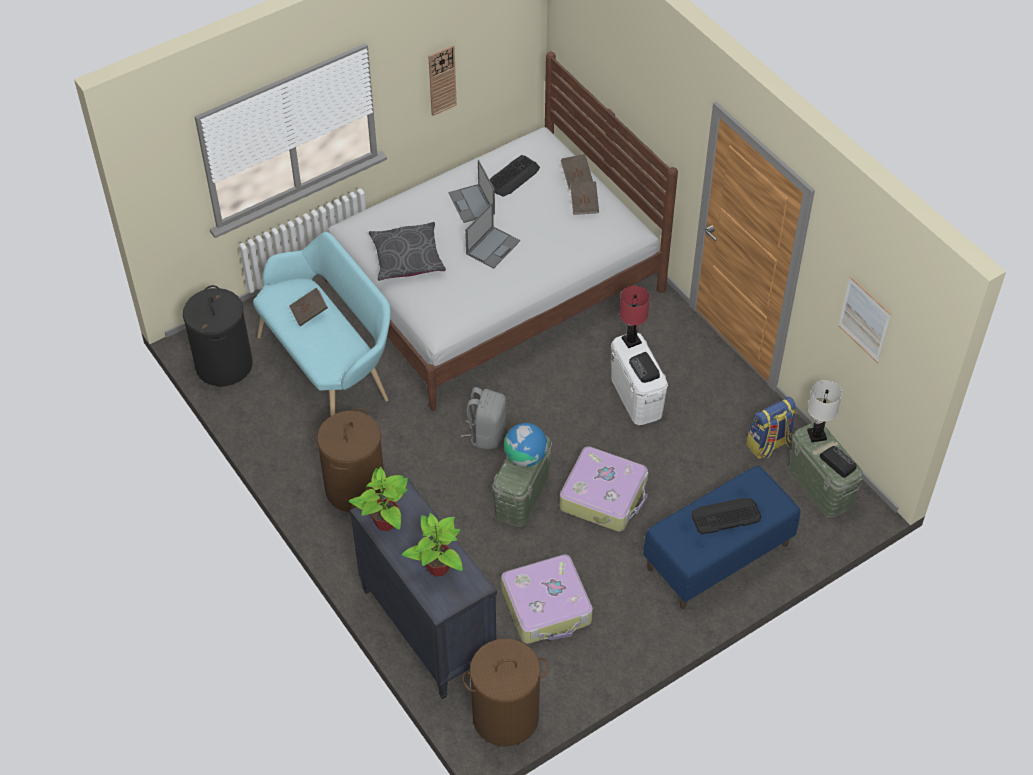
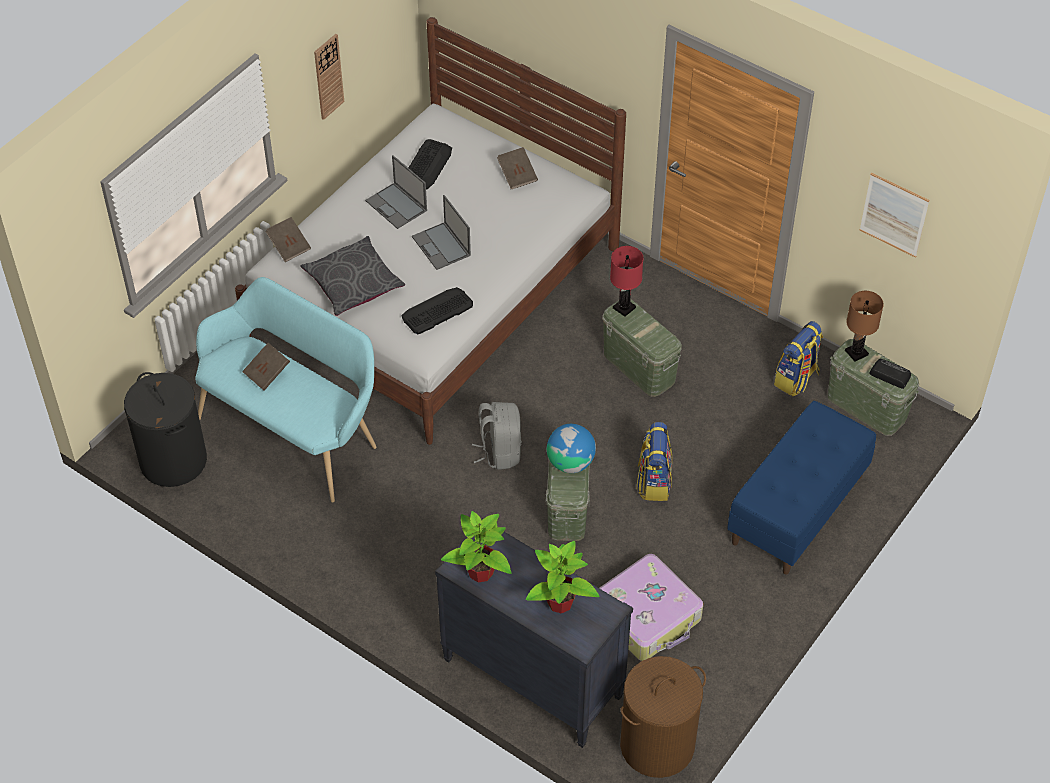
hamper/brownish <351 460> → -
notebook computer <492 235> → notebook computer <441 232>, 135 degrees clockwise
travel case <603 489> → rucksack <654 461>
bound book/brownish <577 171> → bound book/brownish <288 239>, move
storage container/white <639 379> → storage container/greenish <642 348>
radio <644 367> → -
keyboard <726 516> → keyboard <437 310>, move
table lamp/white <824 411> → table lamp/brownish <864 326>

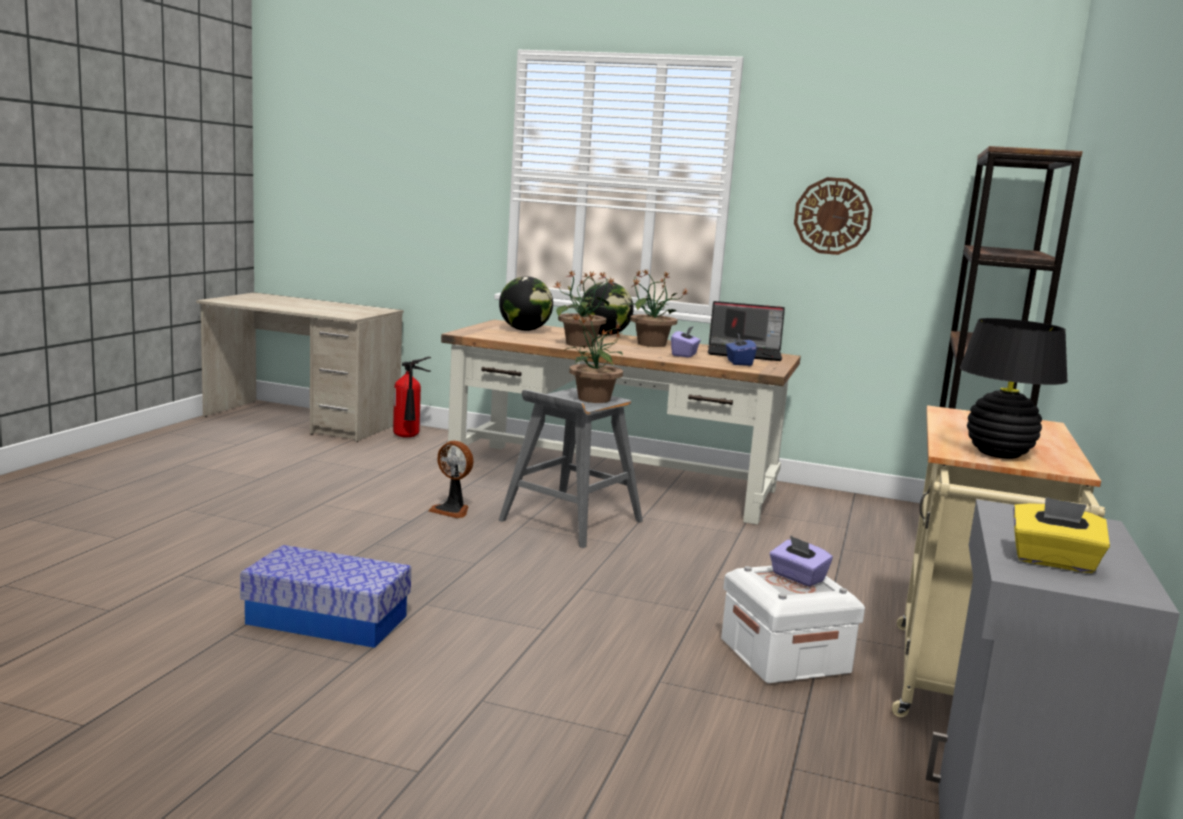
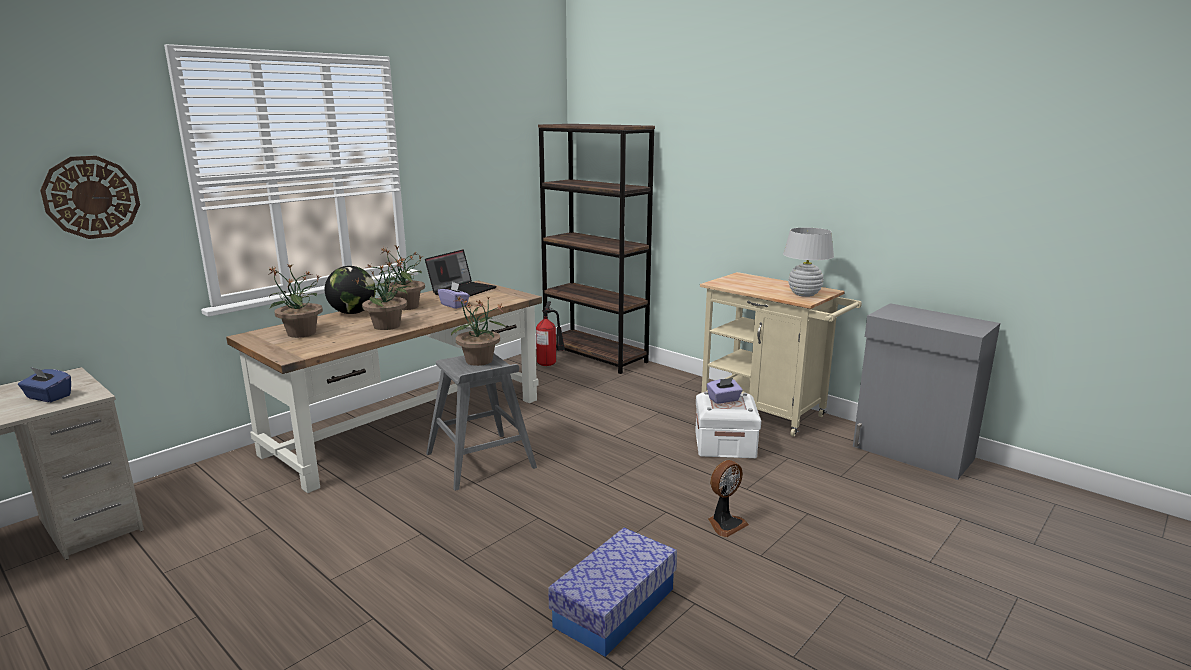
fire extinguisher <412 397> → fire extinguisher <550 333>, move
electric fan <451 479> → electric fan <728 498>, move
desk globe <526 303> → plant in a pot <296 301>
tissue holder/bluish <741 349> → tissue holder/bluish <44 384>, move
hanging clock <833 216> → hanging clock <90 197>, move
table lamp/black-coloured <1014 388> → table lamp/white <808 262>
tissue holder/yellowish <1061 535> → -

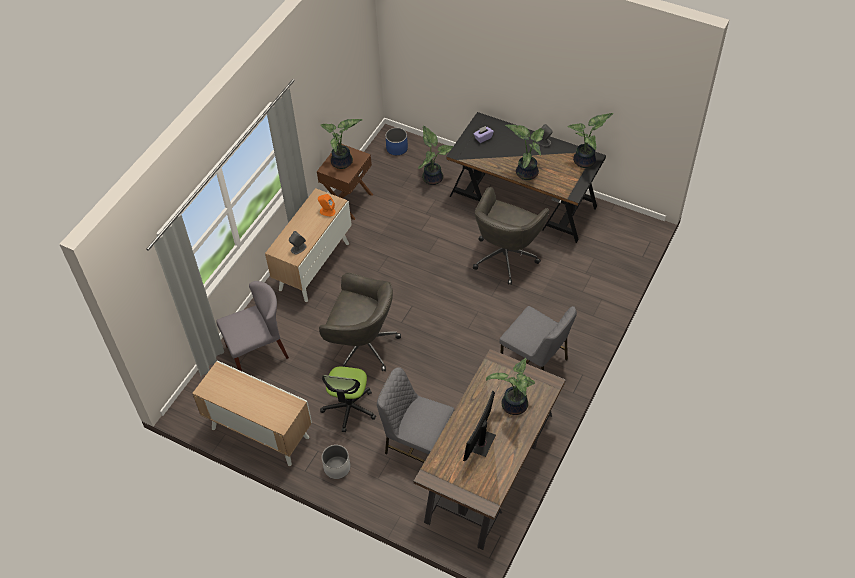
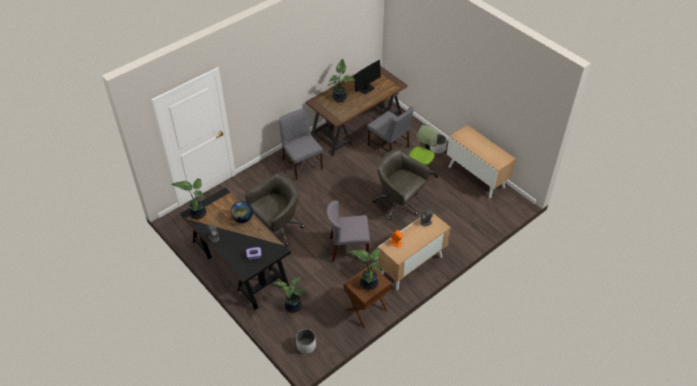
plain chair/greyish <252 326> → plain chair/greyish <348 230>, move
planter/bluish <397 142> → planter/white <306 341>
plant in a pot <524 152> → desk globe <242 212>

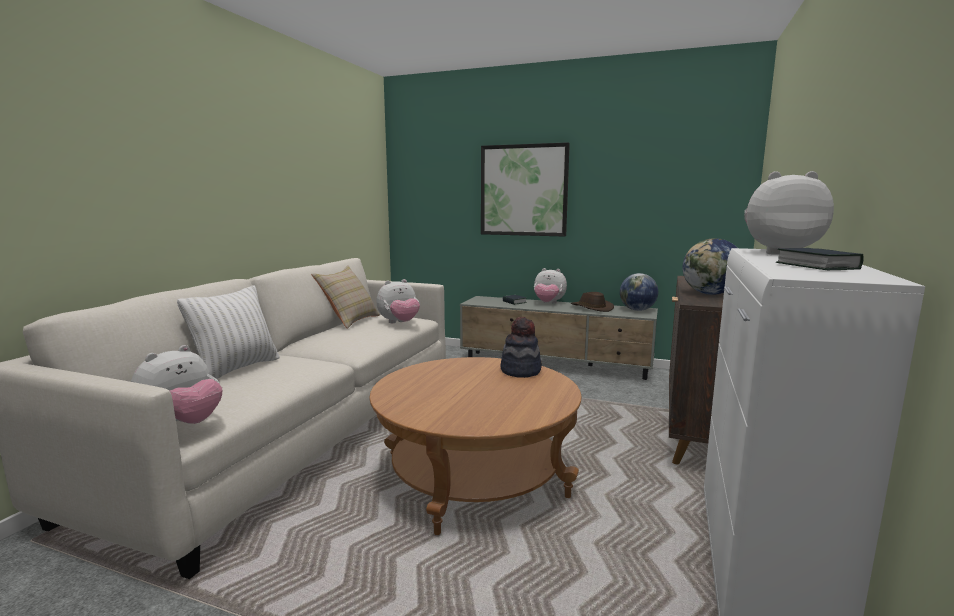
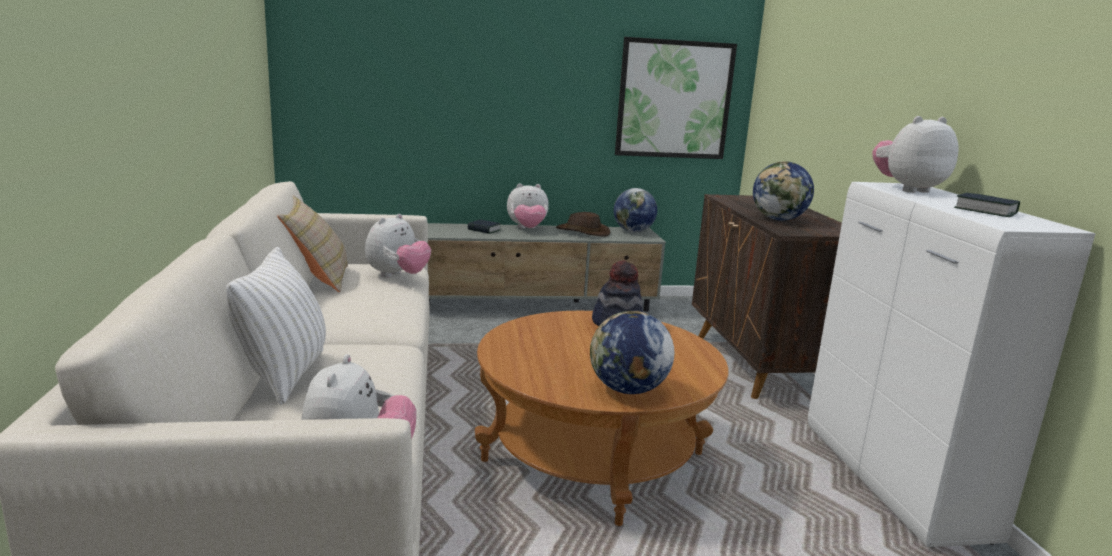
wall art <525 189> → wall art <676 98>, move
- → desk globe <632 352>

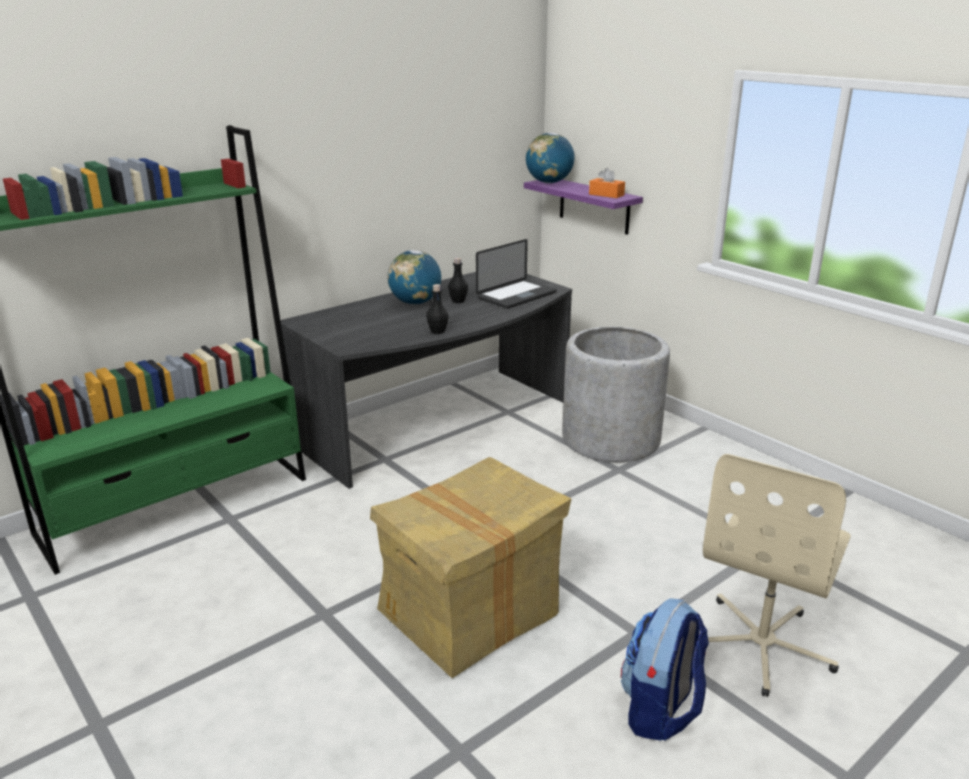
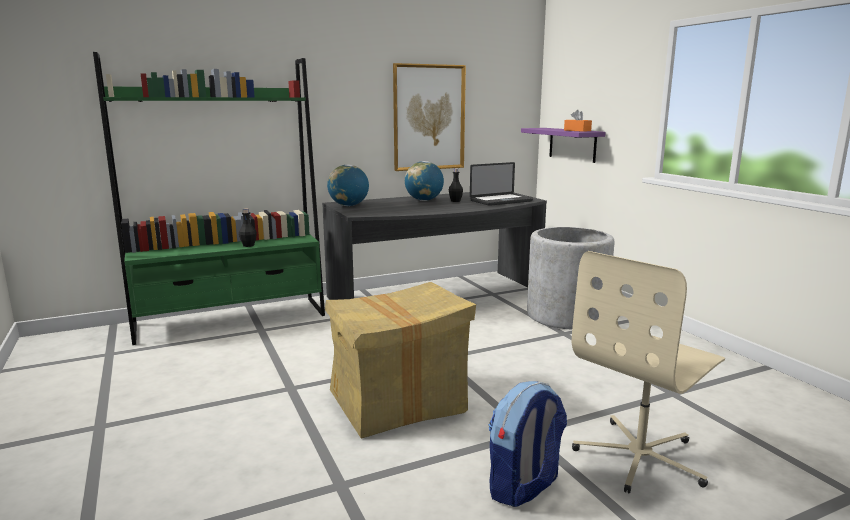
bottle/black-coloured <437 309> → bottle/black-coloured <248 227>, move
desk globe <550 158> → desk globe <348 185>, move
- → wall art <429 117>

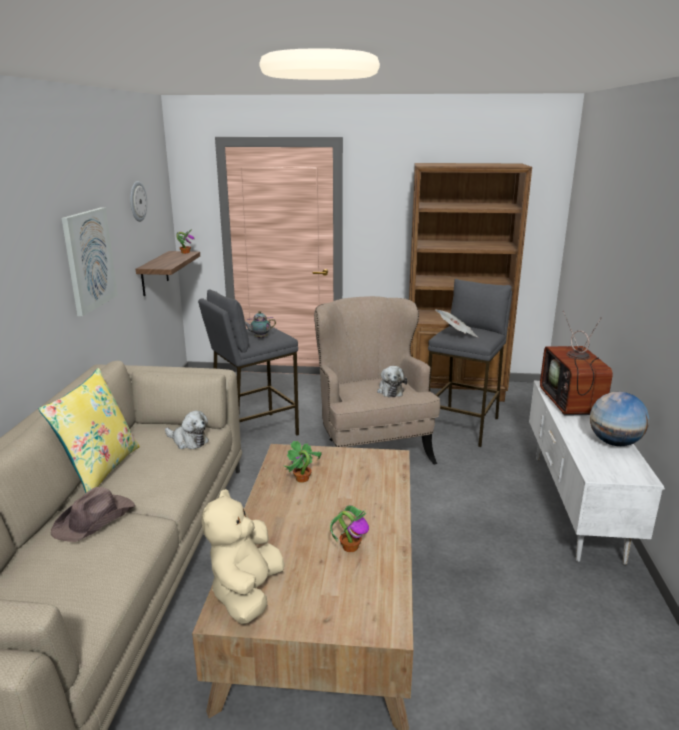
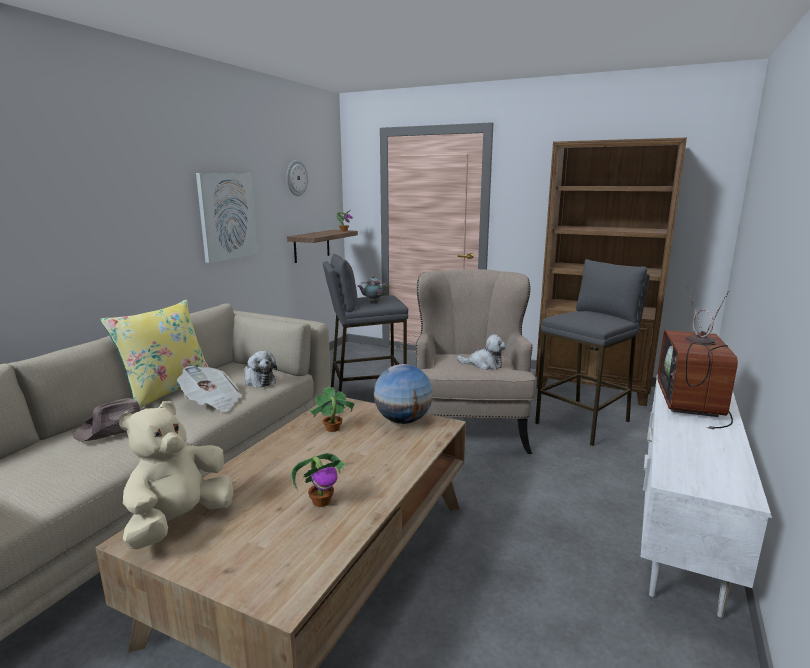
cuddly toy <392 381> → cuddly toy <481 352>, 90 degrees counterclockwise
daily paper <456 323> → daily paper <209 389>, move
desk globe <619 419> → desk globe <403 394>, move

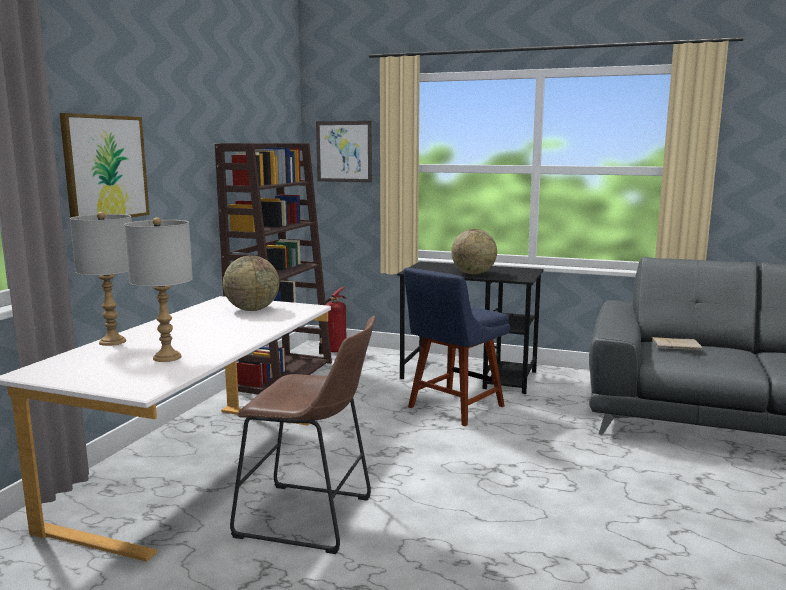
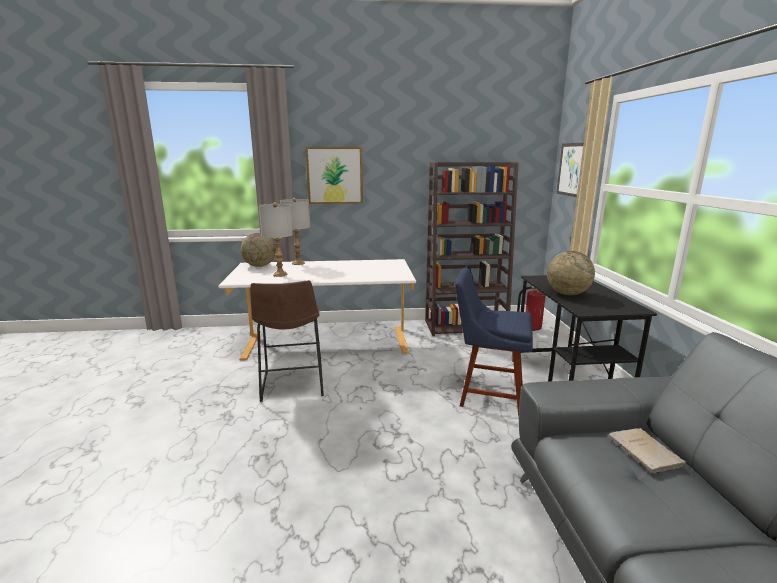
desk globe <251 283> → desk globe <258 250>, move

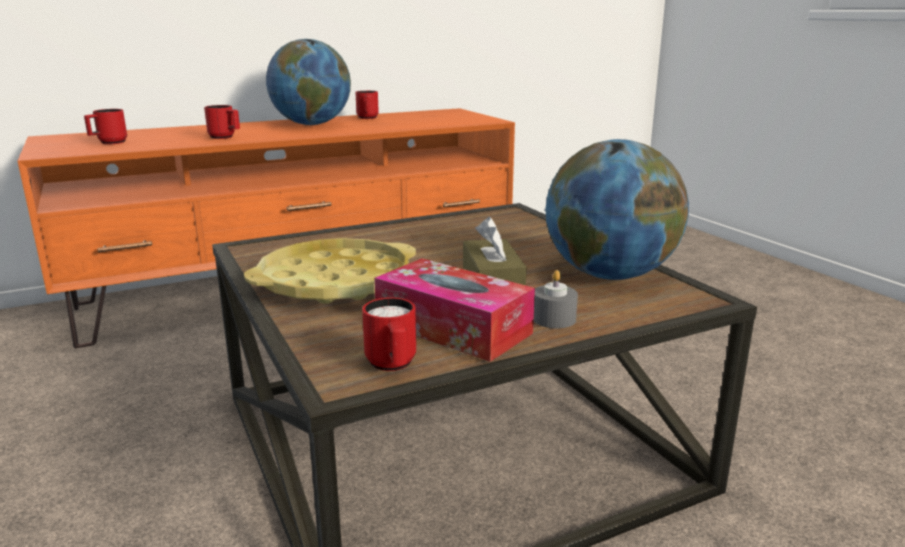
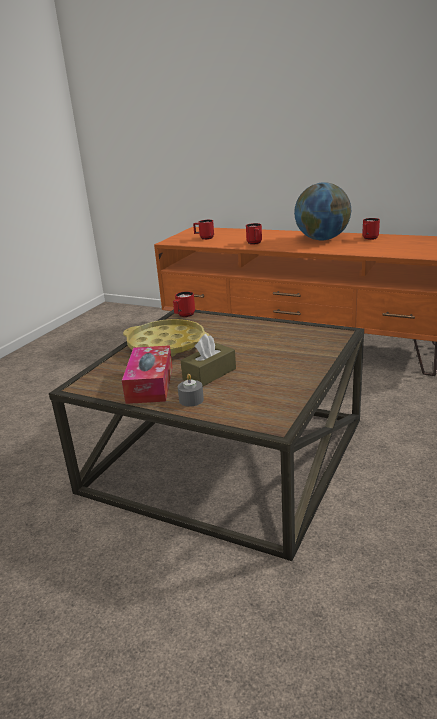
coffee mug/red <389 334> → coffee mug/red <184 304>, move
desk globe <617 209> → -

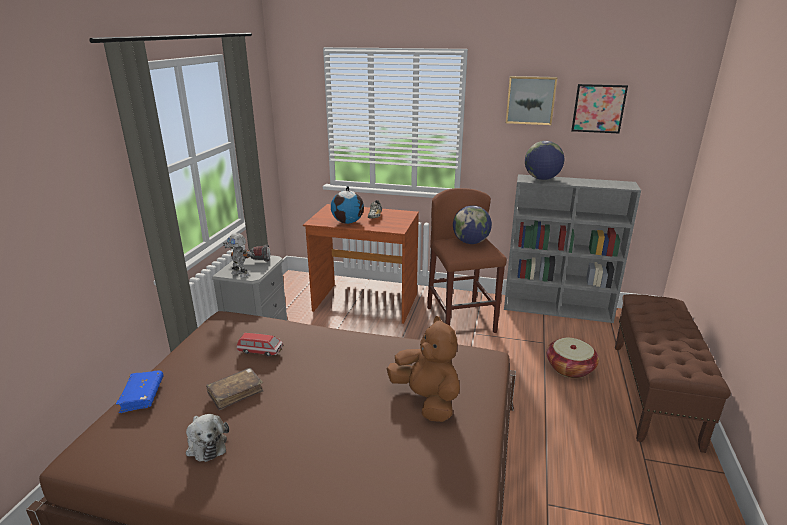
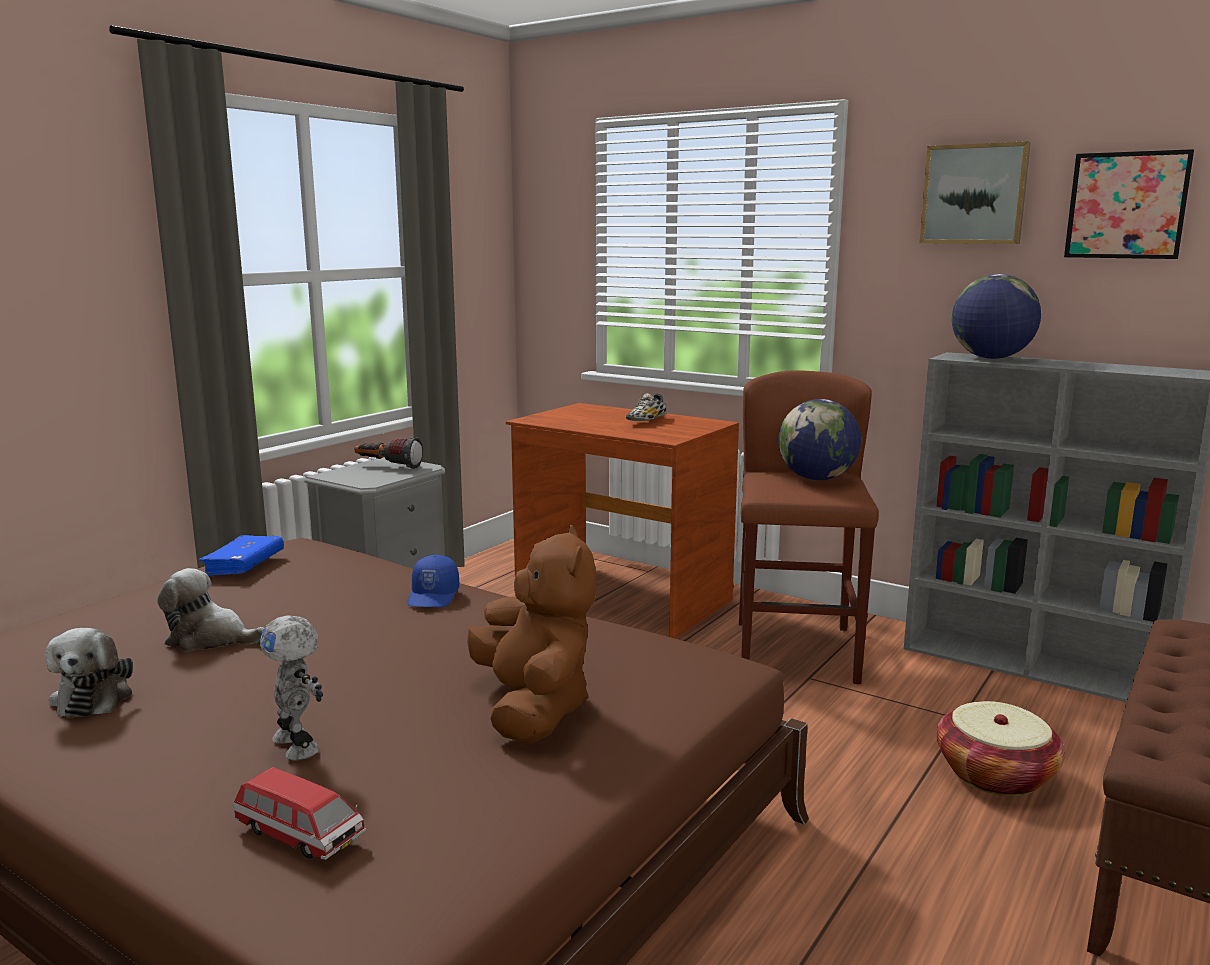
bound book/bluish <139 392> → bound book/bluish <241 555>, move
bound book/brownish <235 389> → cuddly toy <210 609>
robot figure <239 255> → robot figure <291 687>, move
toy car <260 345> → toy car <300 813>, move
desk globe <347 205> → -
- → cap/bluish <433 581>

